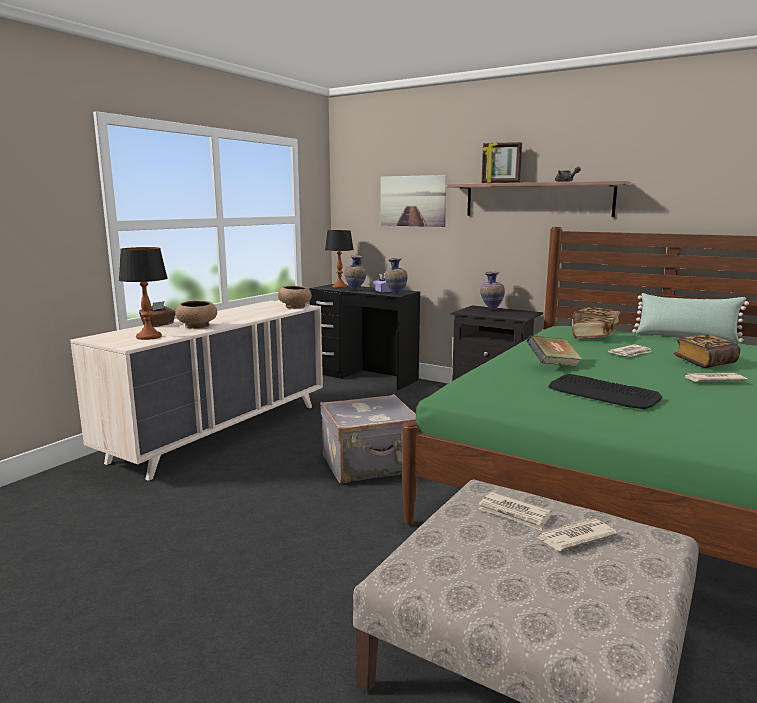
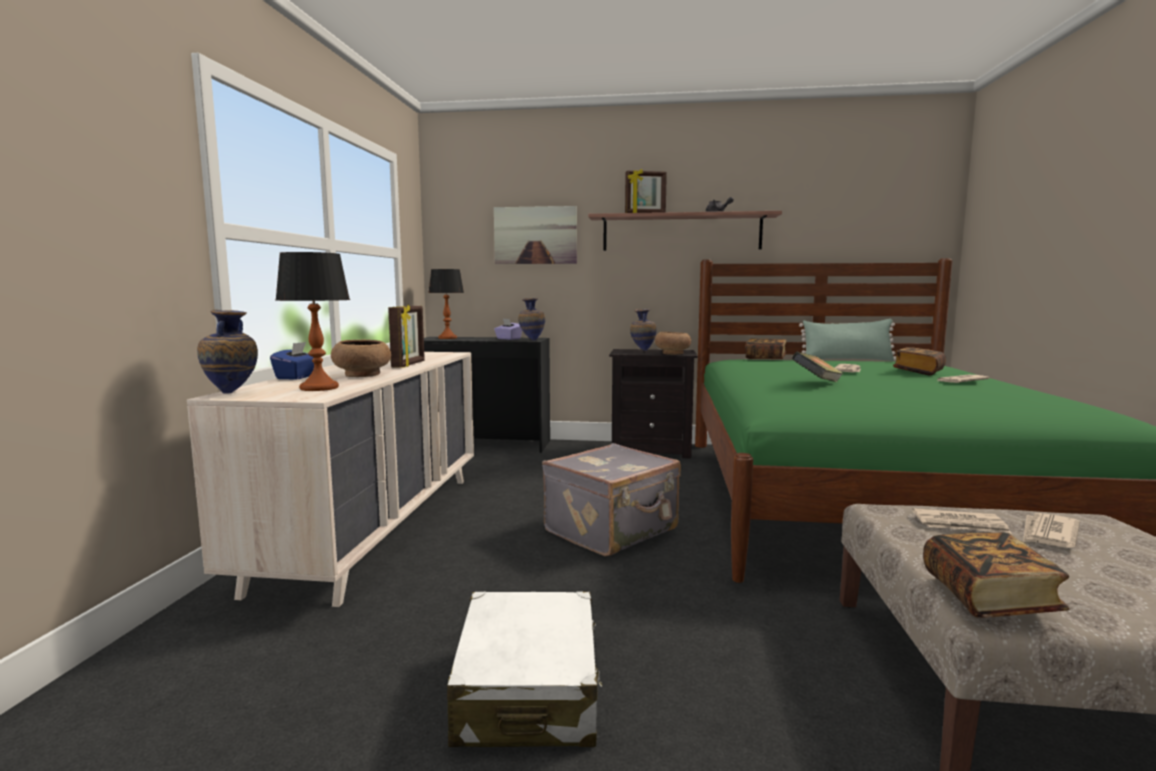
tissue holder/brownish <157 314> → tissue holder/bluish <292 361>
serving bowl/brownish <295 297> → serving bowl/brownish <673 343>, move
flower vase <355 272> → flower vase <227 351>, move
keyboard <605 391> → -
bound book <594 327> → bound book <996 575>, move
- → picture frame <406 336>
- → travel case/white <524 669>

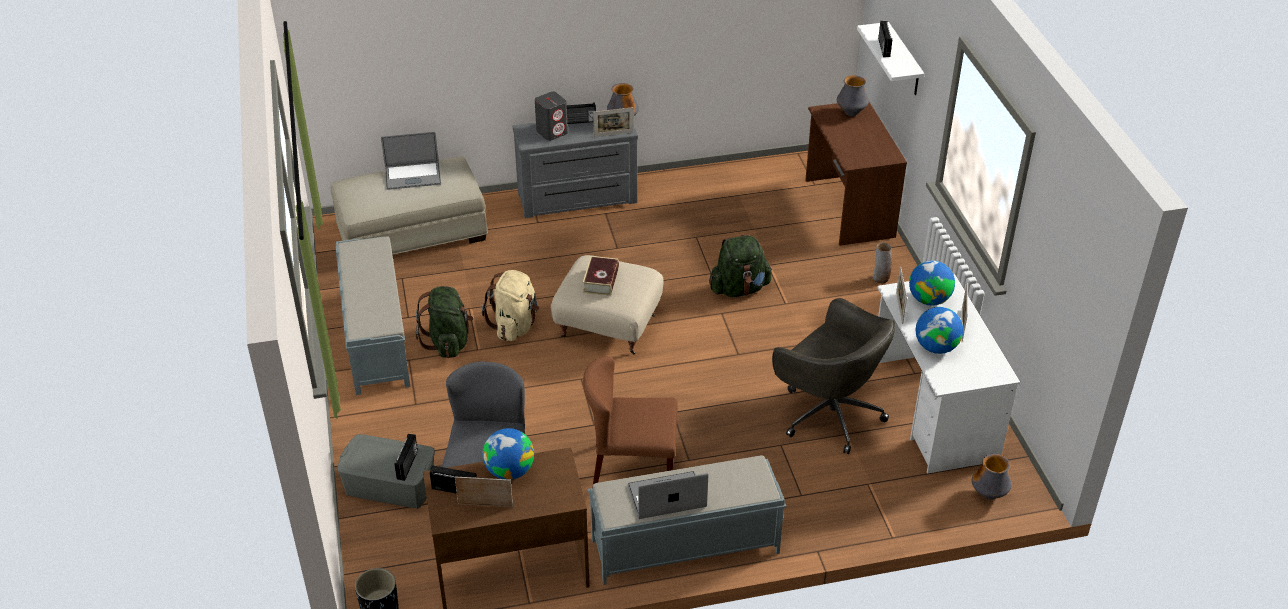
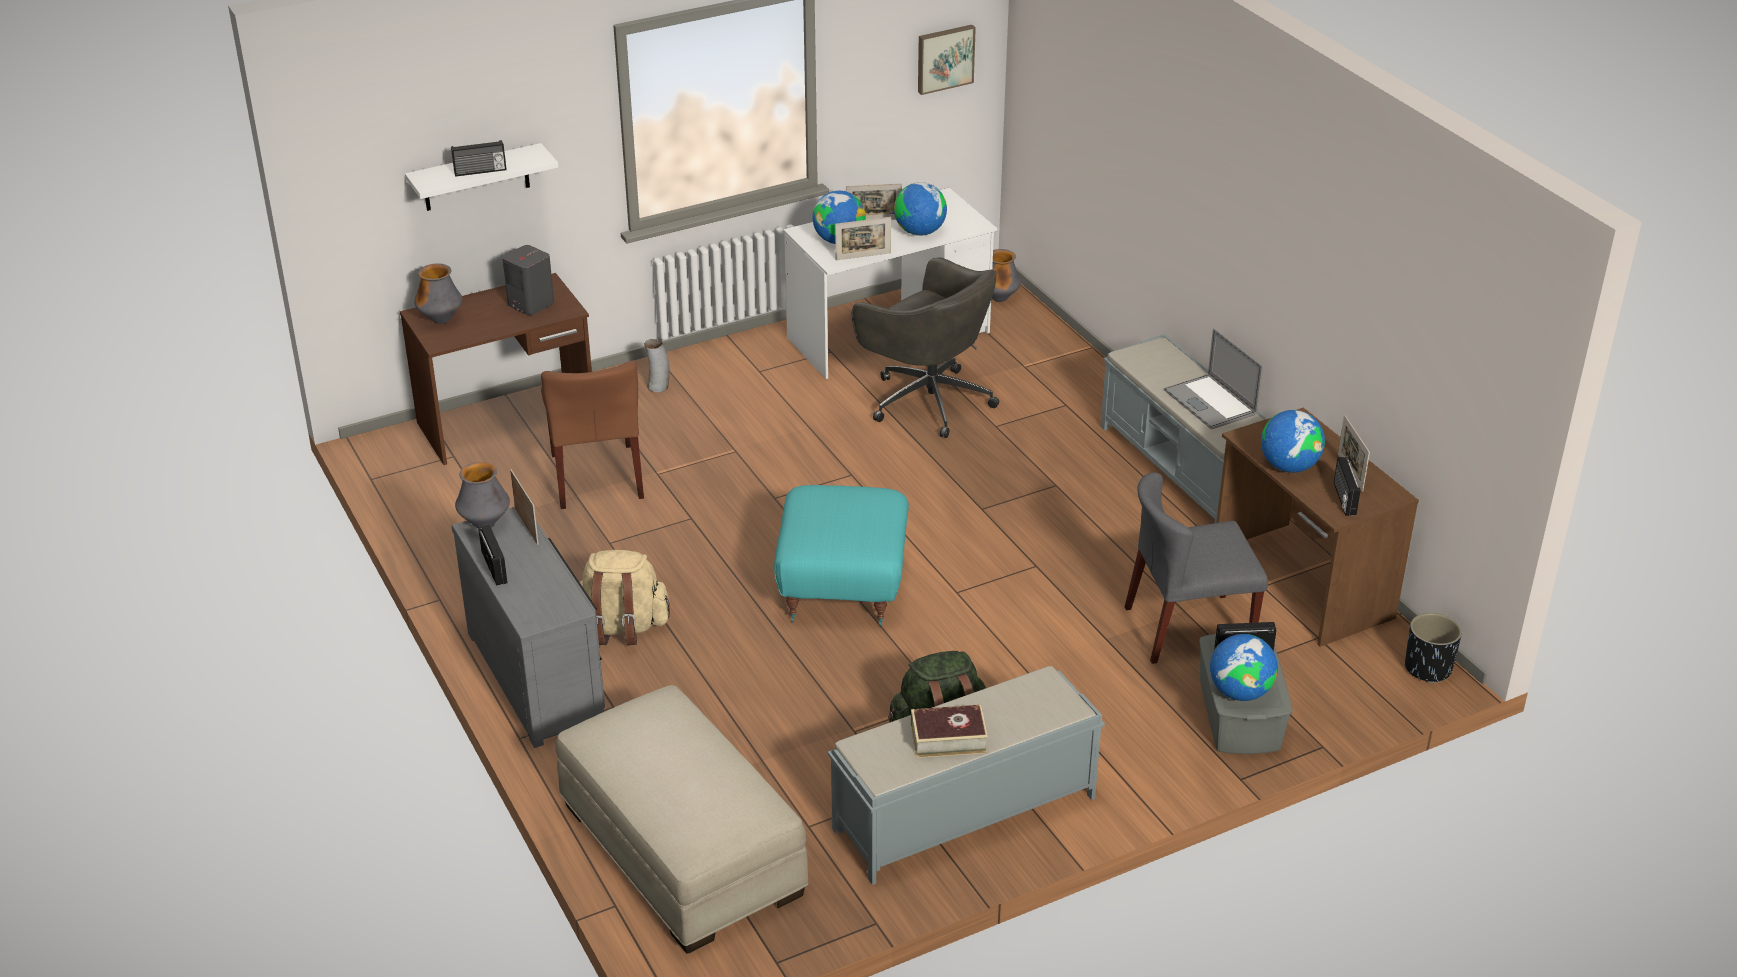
notebook computer <411 161> → -
rucksack/beige <510 305> → rucksack/beige <625 597>, move
audio speaker/greyish <551 116> → audio speaker/greyish <528 280>, move
footrest/beige <607 304> → footrest/turquoise-coloured <841 555>
bound book <601 276> → bound book <949 731>, move
plain chair/brownish <630 422> → plain chair/brownish <592 435>, move
rucksack/greenish <740 265> → -
computer chair/greyish <833 376> → computer chair/greyish <925 347>, 105 degrees clockwise
- → wall art <947 60>
- → desk globe <1244 667>

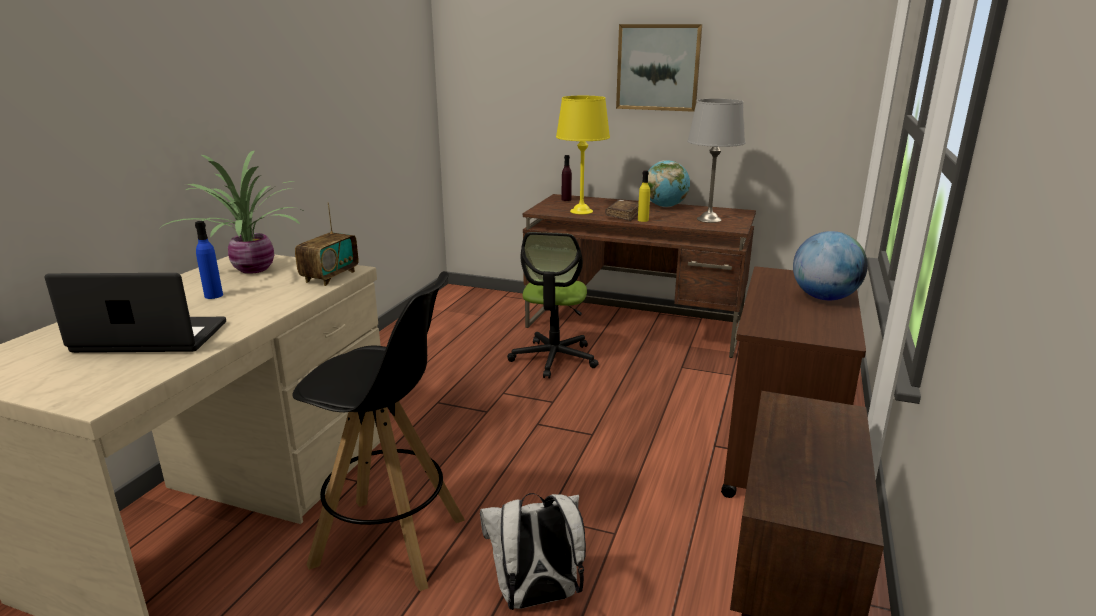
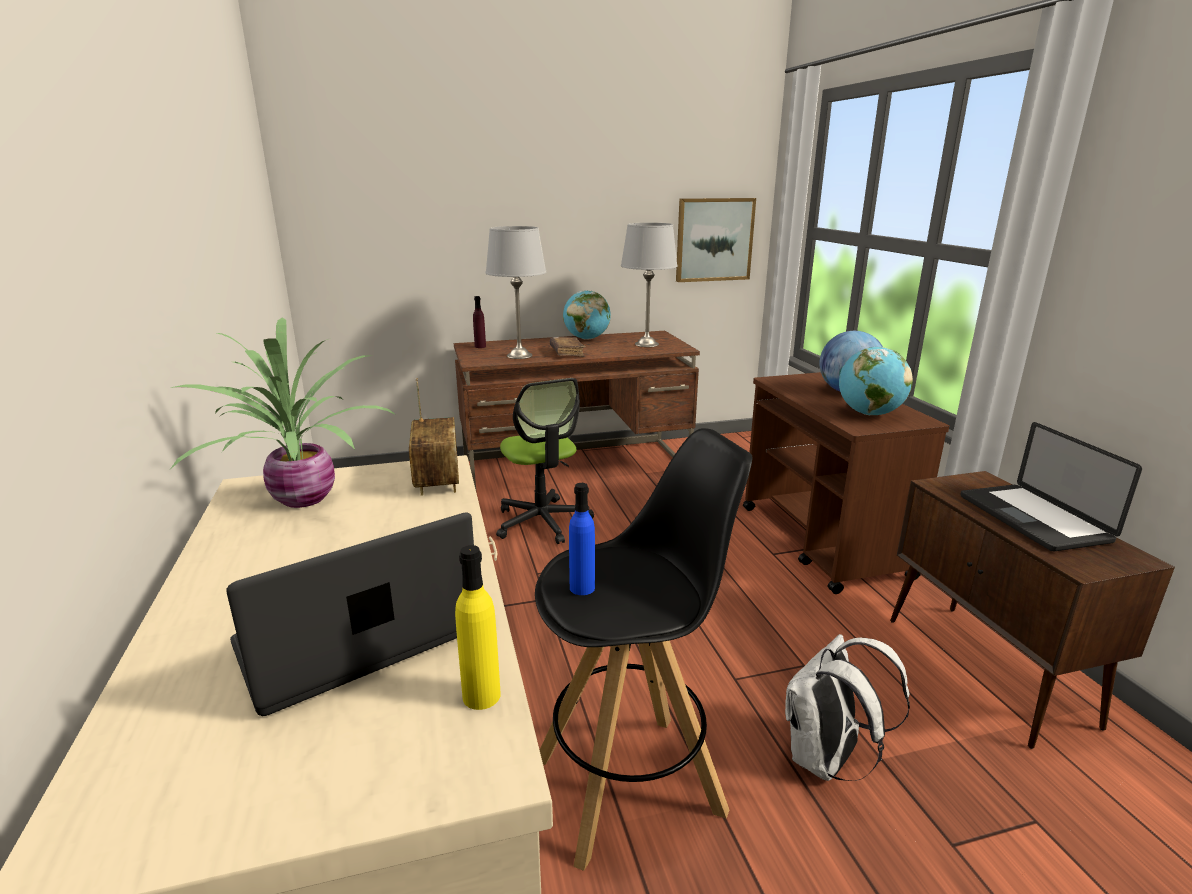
bottle/bluish <209 260> → bottle/bluish <582 539>, move
table lamp/yellowish <583 155> → table lamp/greyish <516 292>
wall art <659 68> → wall art <716 240>, move
bottle/yellowish <644 196> → bottle/yellowish <478 627>, move
- → desk globe <876 381>
- → notebook computer <1051 486>

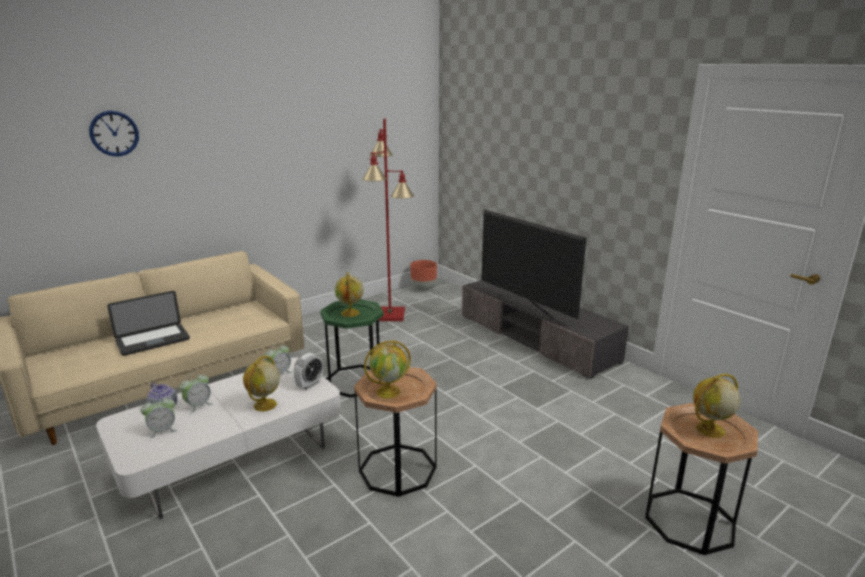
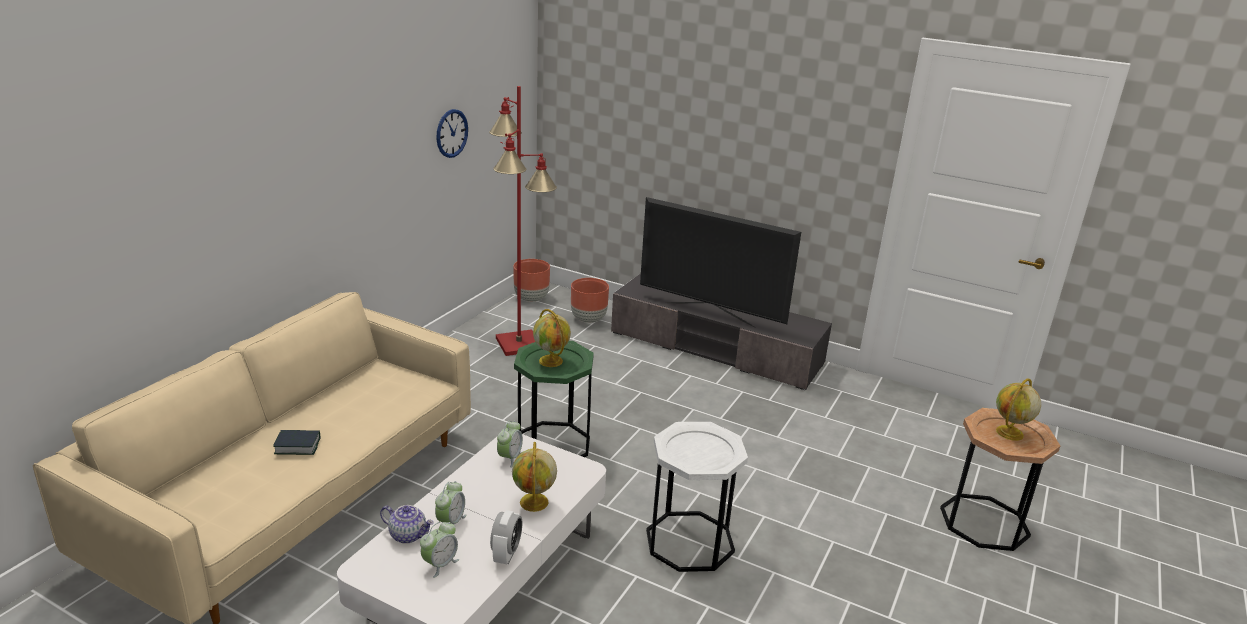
hanging clock <114 133> → hanging clock <452 133>, move
notebook computer <148 323> → bound book <296 442>
bedside clock <308 371> → bedside clock <506 537>, move
accent table/brownish <395 432> → accent table/white <697 497>
desk globe <387 369> → -
- → planter/brownish <590 300>

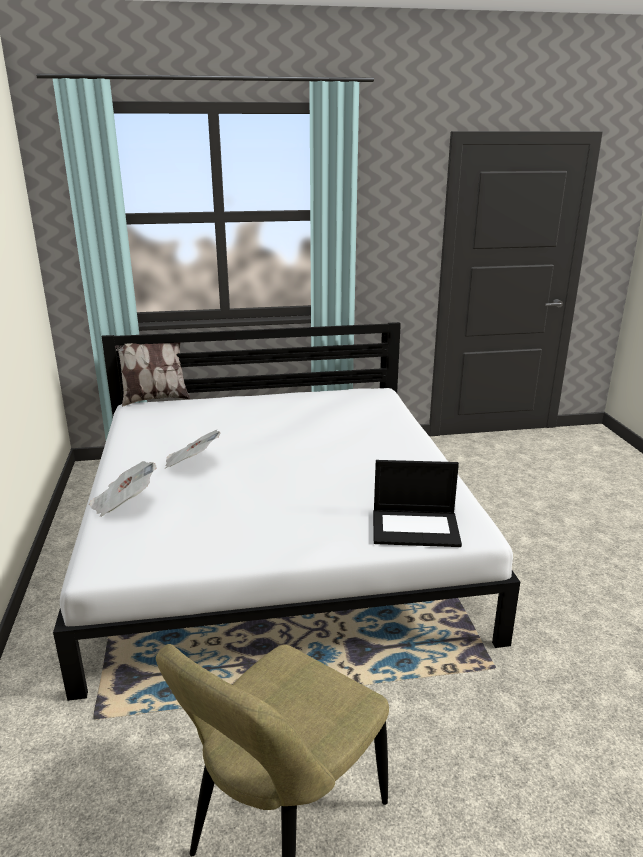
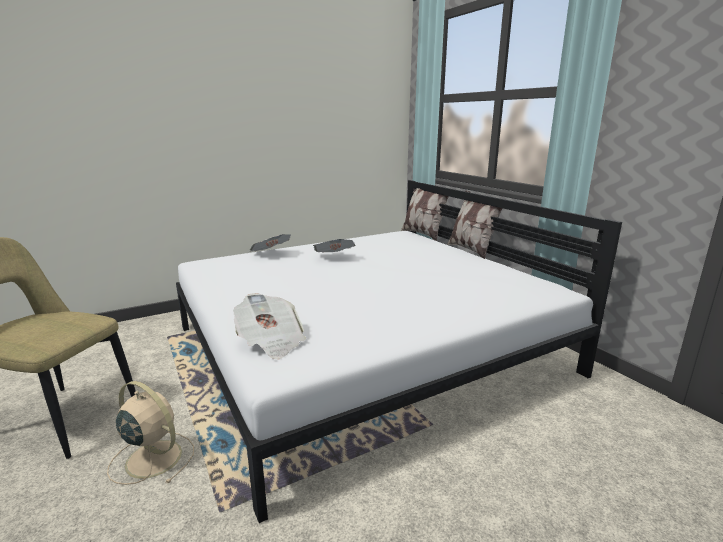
notebook computer <417 503> → daily paper <269 326>
- → electric fan/beige <150 433>
- → cushion <474 224>

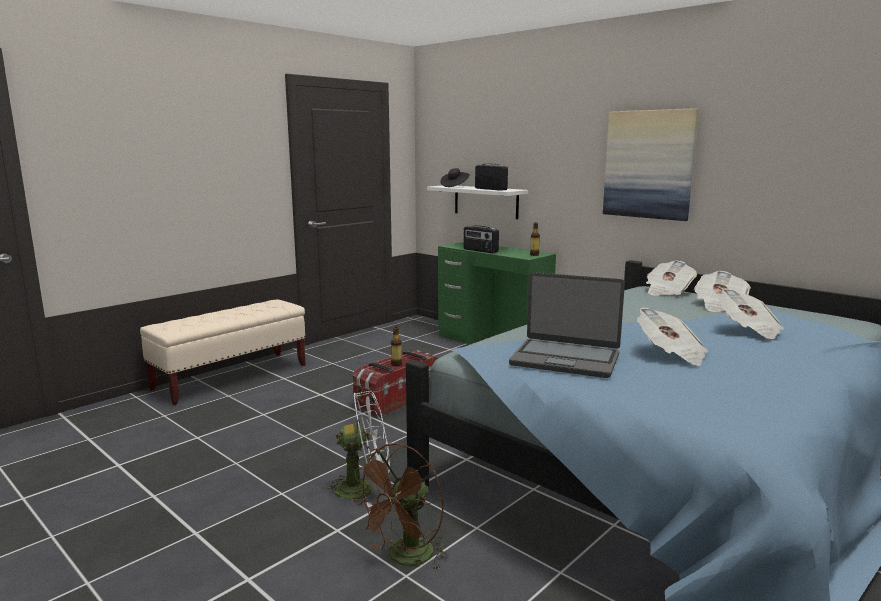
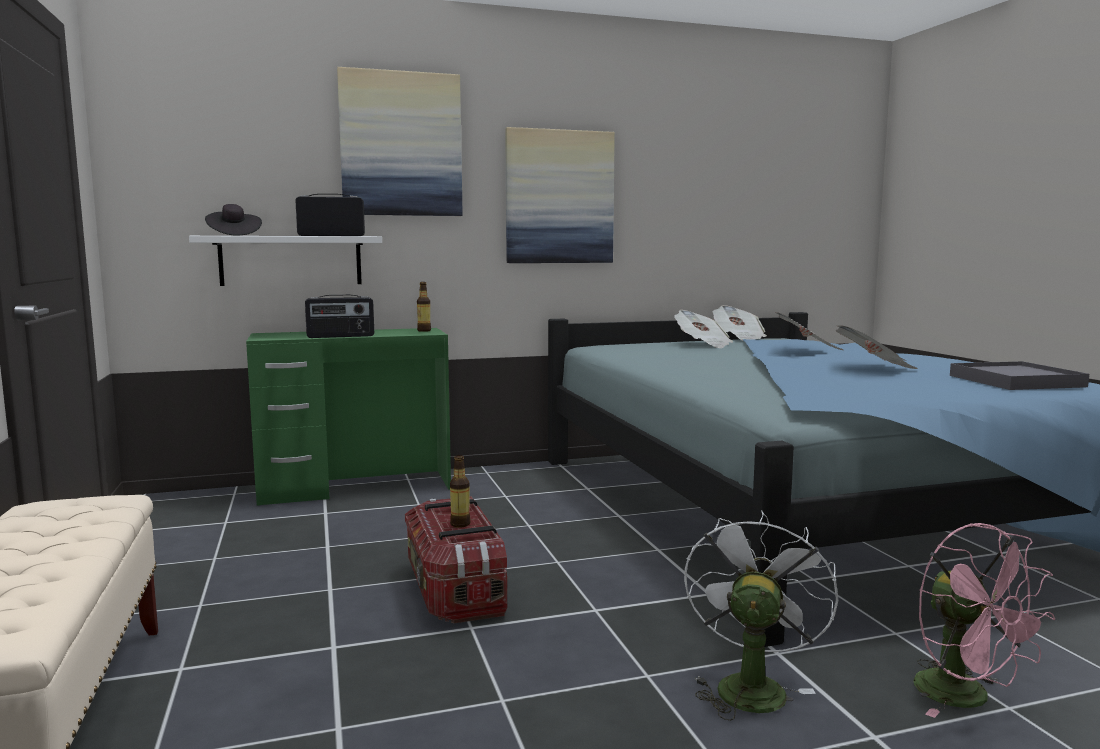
electric fan/brownish <399 506> → electric fan/pink <984 620>
notebook computer <567 325> → -
daily paper <671 278> → daily paper <740 322>, move
- → wall art <399 141>
- → carrying tray/greyish <1019 375>

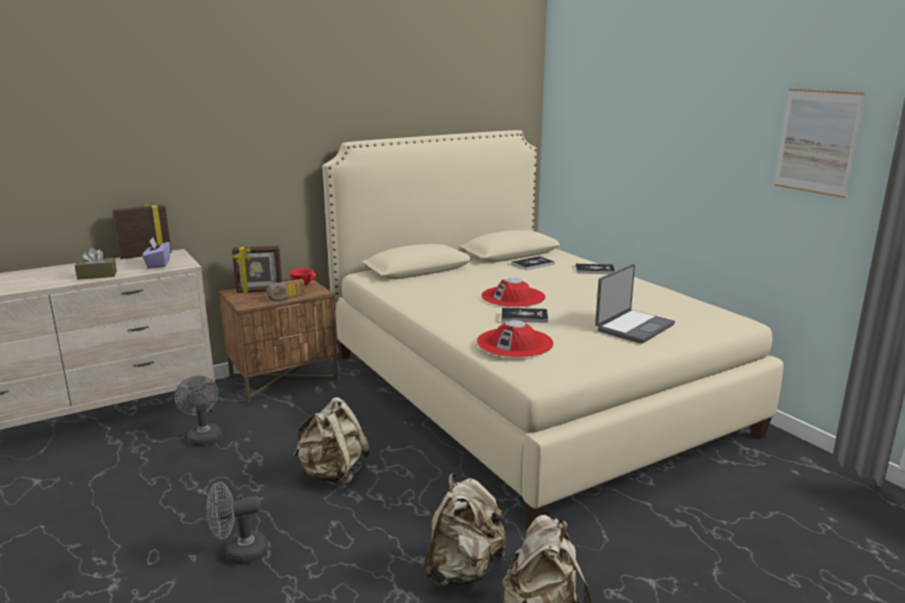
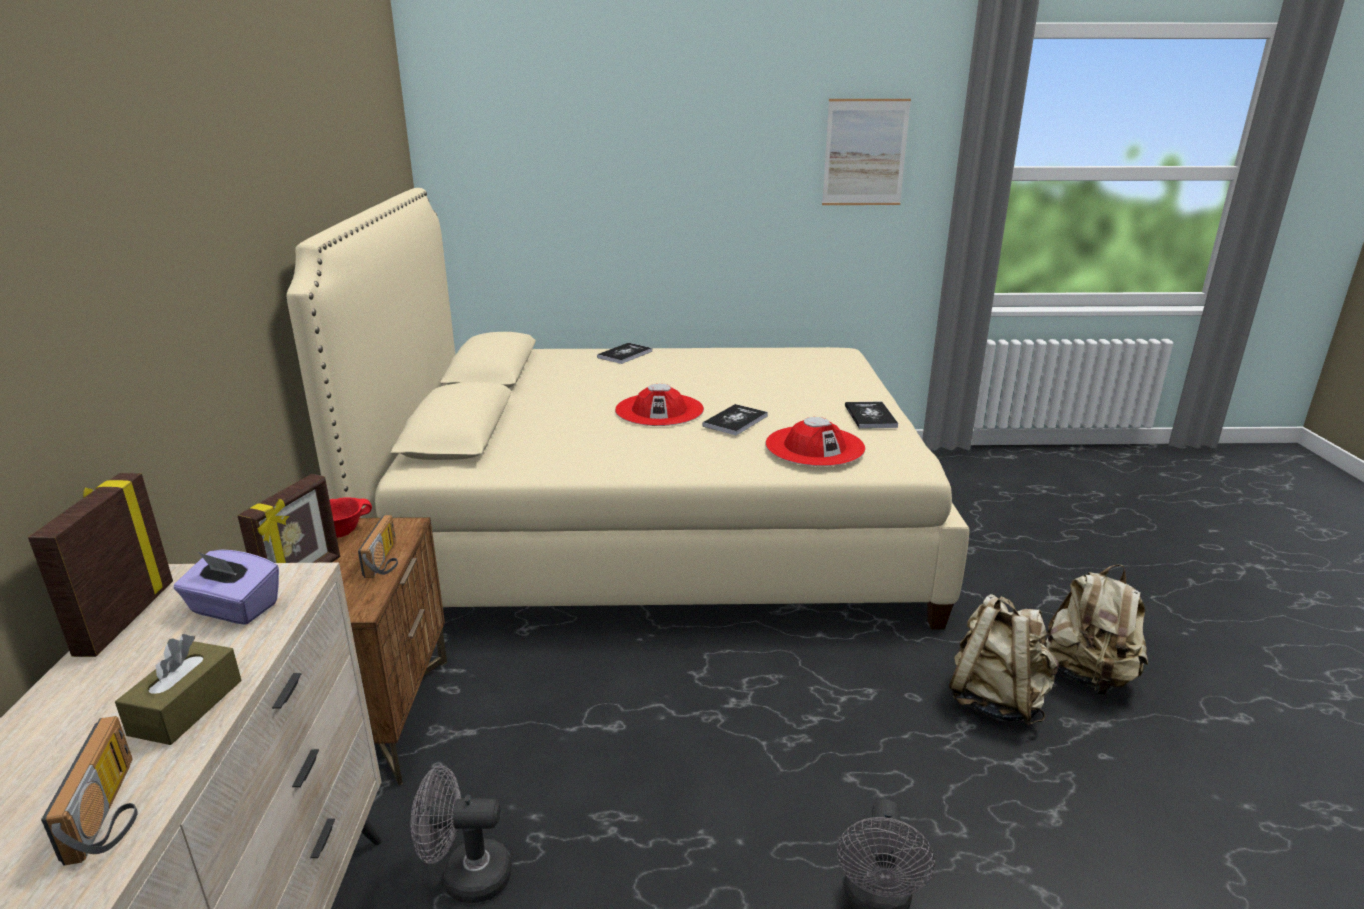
rucksack/beige <332 442> → -
bound book <533 263> → bound book <871 415>, move
notebook computer <635 304> → -
- → radio <89 791>

